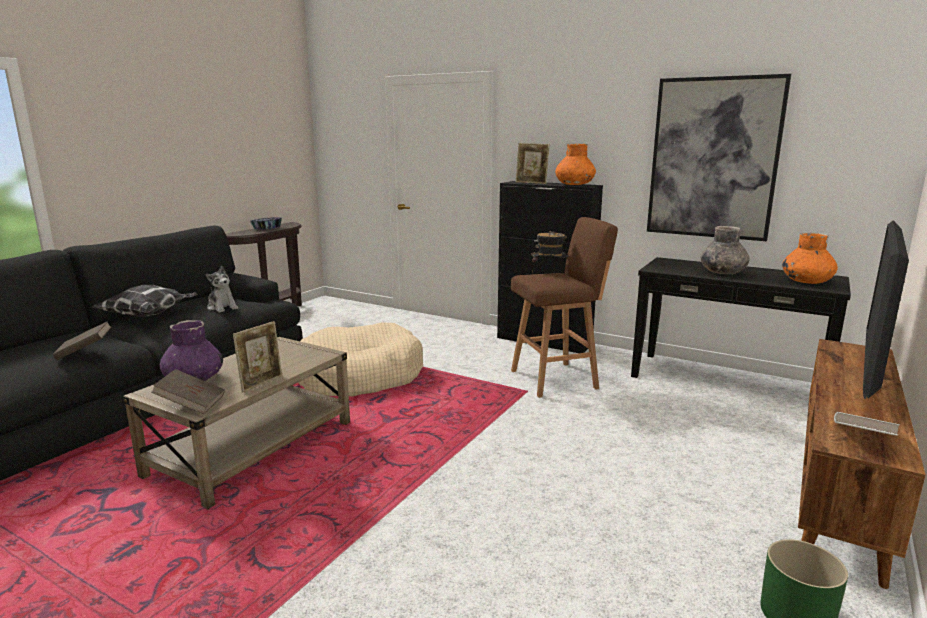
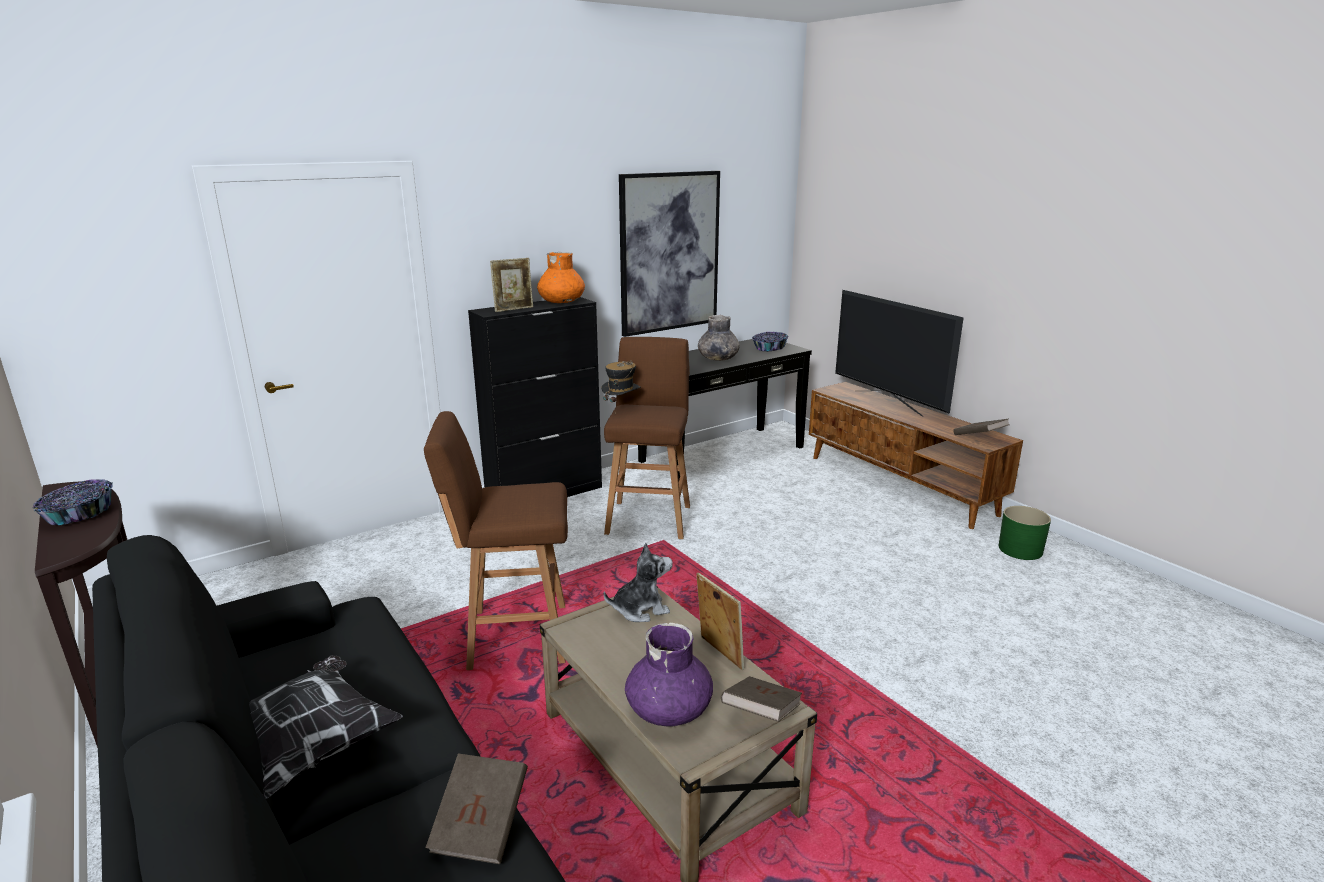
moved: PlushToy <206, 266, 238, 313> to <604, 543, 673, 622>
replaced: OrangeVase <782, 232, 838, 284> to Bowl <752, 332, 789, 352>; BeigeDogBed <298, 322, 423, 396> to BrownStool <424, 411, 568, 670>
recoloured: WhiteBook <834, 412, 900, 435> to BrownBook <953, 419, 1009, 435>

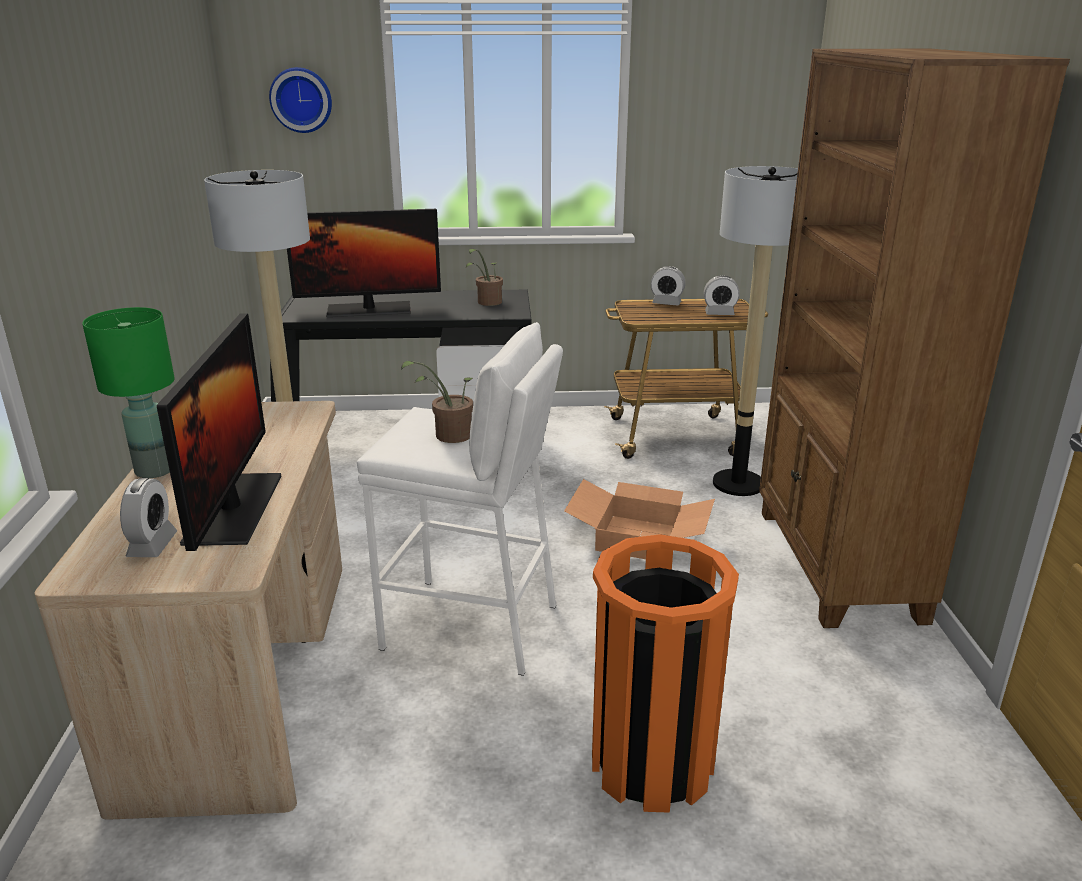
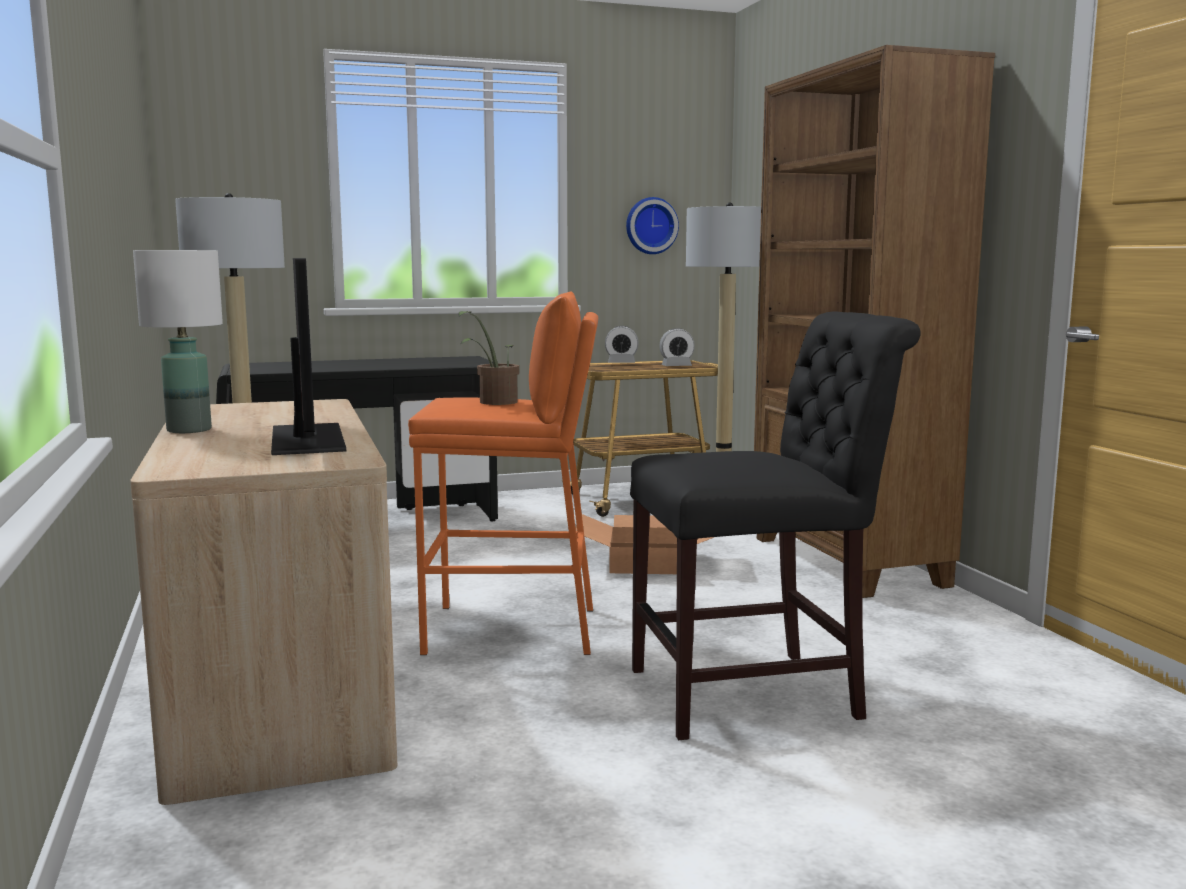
removed: Monitor <287, 209, 441, 317>; PottedPlant <466, 249, 503, 306>; AlarmClock <120, 478, 177, 557>
moved: WallClock <269, 67, 332, 133> to <626, 197, 679, 254>
replaced: OrangeTrashCan <592, 534, 739, 813> to BlackChair <630, 311, 921, 740>
recoloured: GreenTableLamp <82, 307, 175, 478> to WhiteTableLamp <133, 250, 223, 433>; WhiteStool <357, 322, 563, 676> to OrangeStool <408, 292, 598, 655>

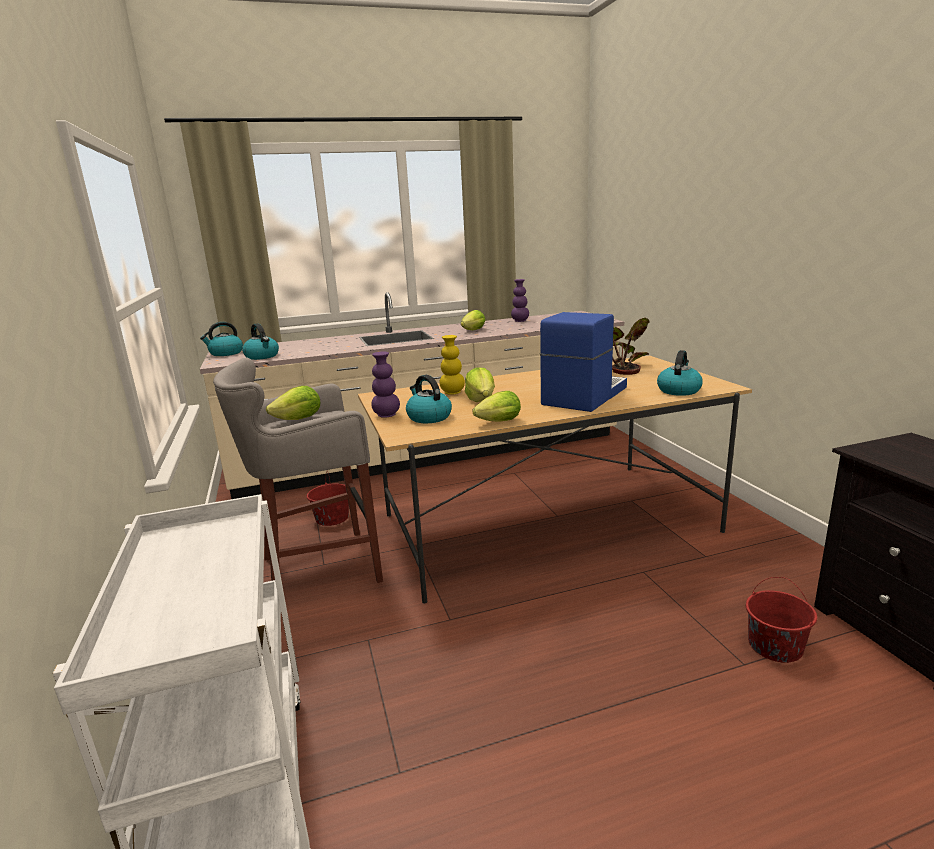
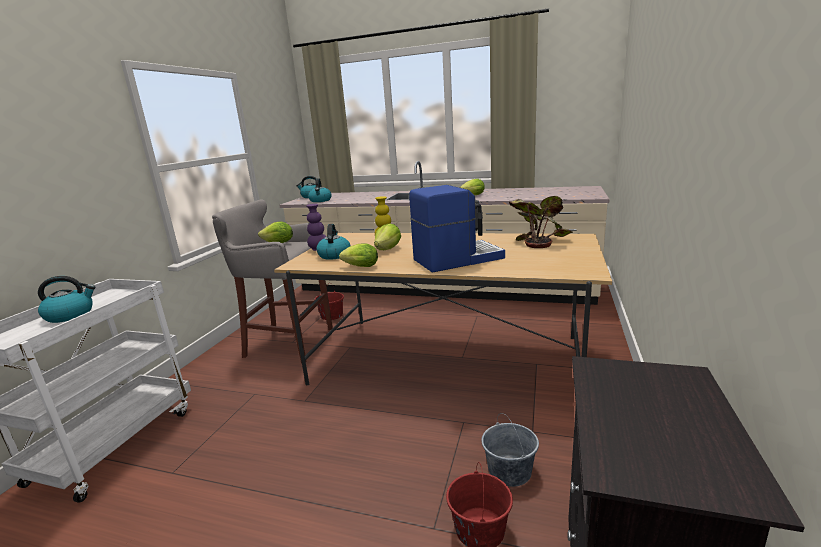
removed: PurpleVase <511, 279, 529, 322>
added: GreyBucket <481, 413, 539, 487>
moved: Kettle <657, 350, 703, 396> to <38, 276, 95, 323>

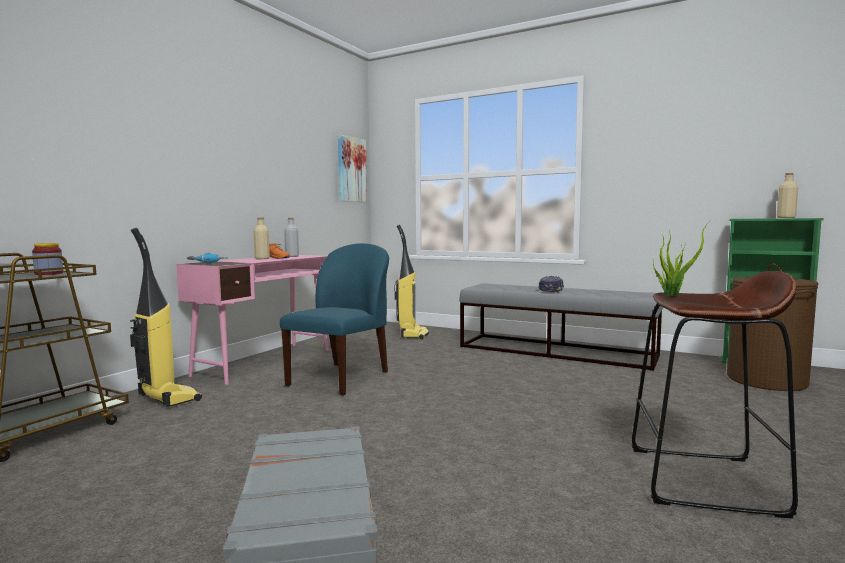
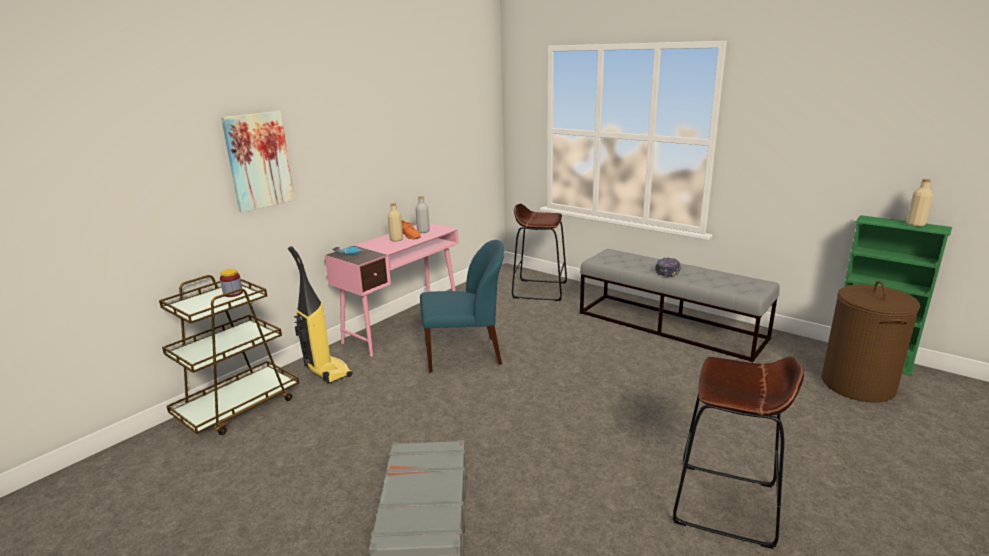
removed: PottedPlant <653, 219, 712, 296>
moved: Picture <338, 134, 367, 202> to <221, 111, 295, 213>
replaced: VacuumCleaner <394, 225, 429, 339> to BrownStool <512, 204, 567, 301>
turned: BlueChair <280, 243, 389, 396> = <420, 240, 504, 373> 45 degrees clockwise

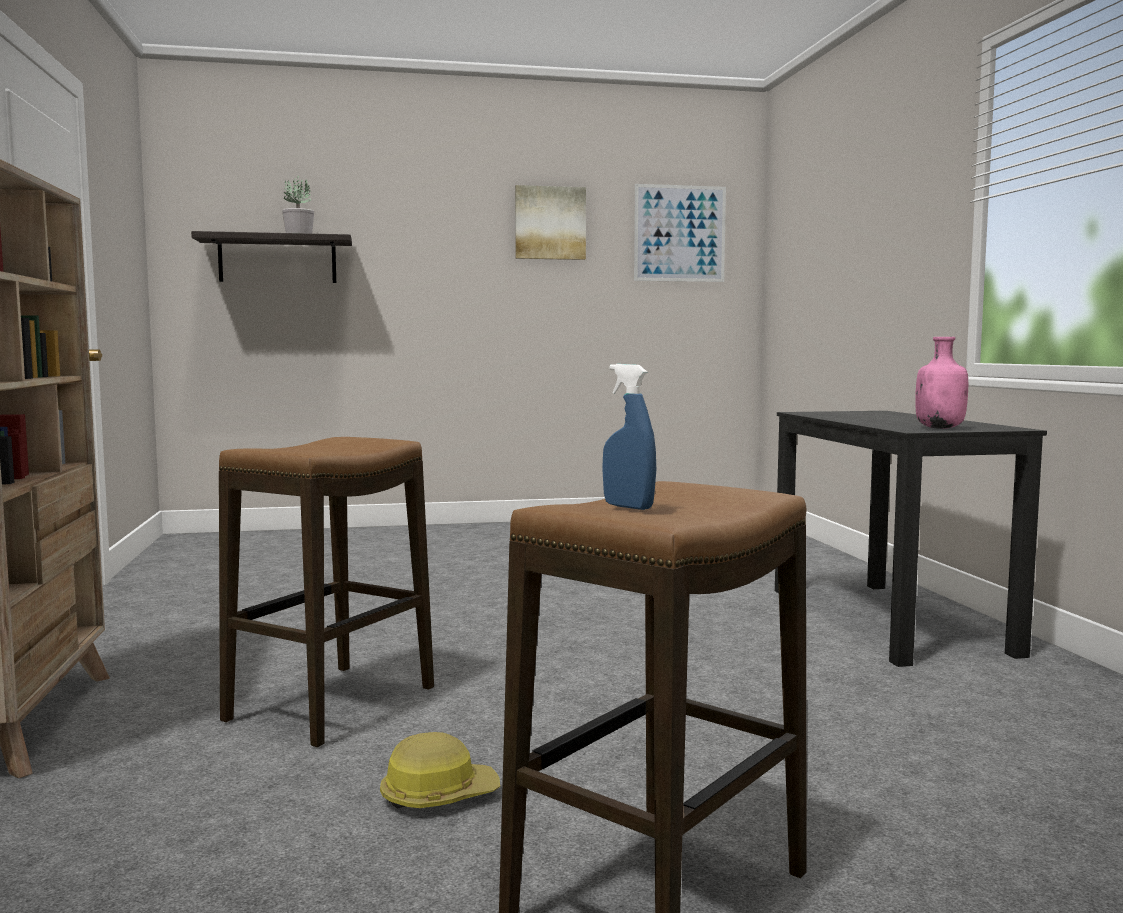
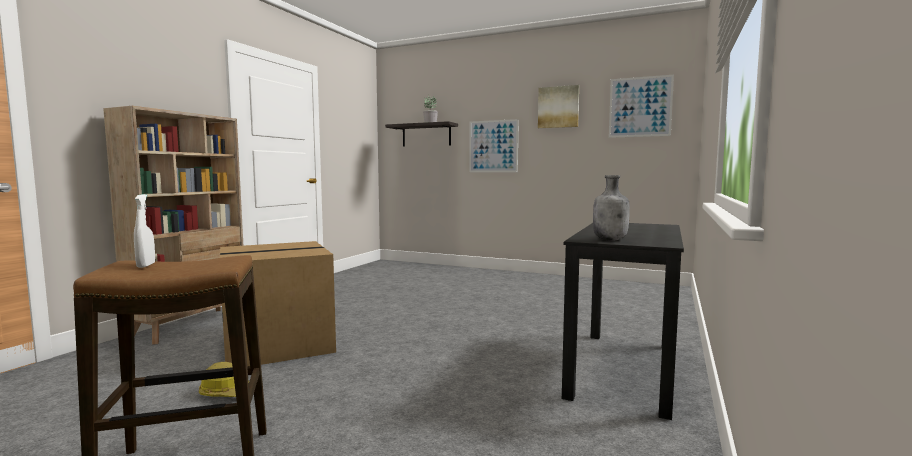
added: Picture <469, 119, 519, 172>
replaced: Stool <219, 437, 434, 748> to CardboardBox <220, 241, 336, 366>
recoloured: PinkBottle <915, 337, 968, 429> to GreyBottle <593, 175, 630, 241>; BlueSprayBottle <602, 364, 656, 510> to WhiteSprayBottle <134, 194, 155, 268>

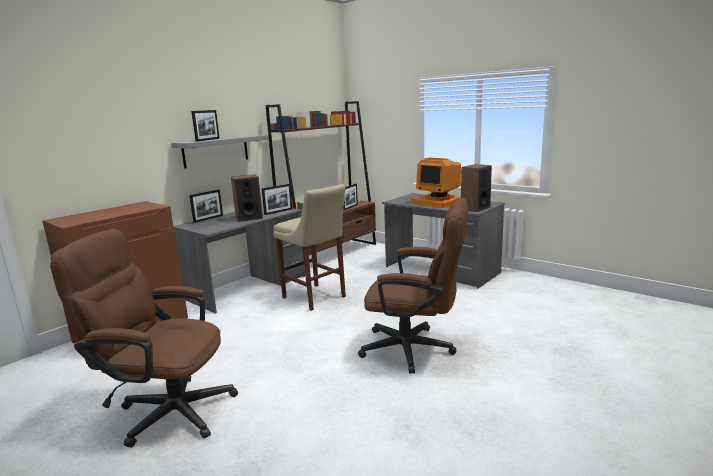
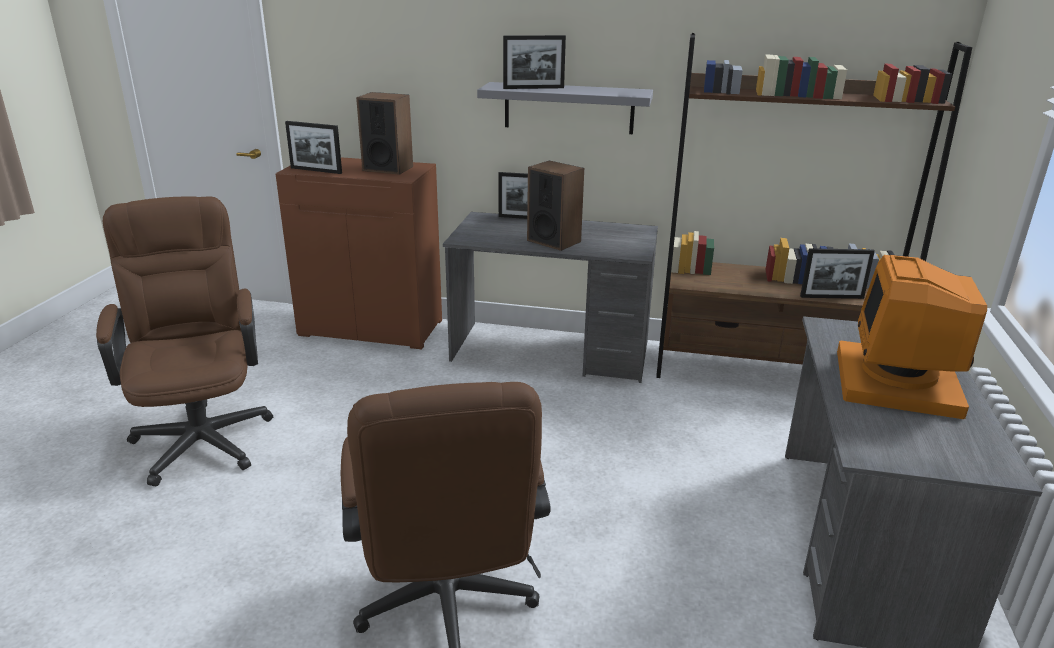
removed: BeigeStool <273, 184, 346, 311>
moved: Speaker <461, 164, 492, 212> to <356, 92, 413, 175>; PictureFrame <262, 184, 293, 215> to <285, 121, 342, 174>

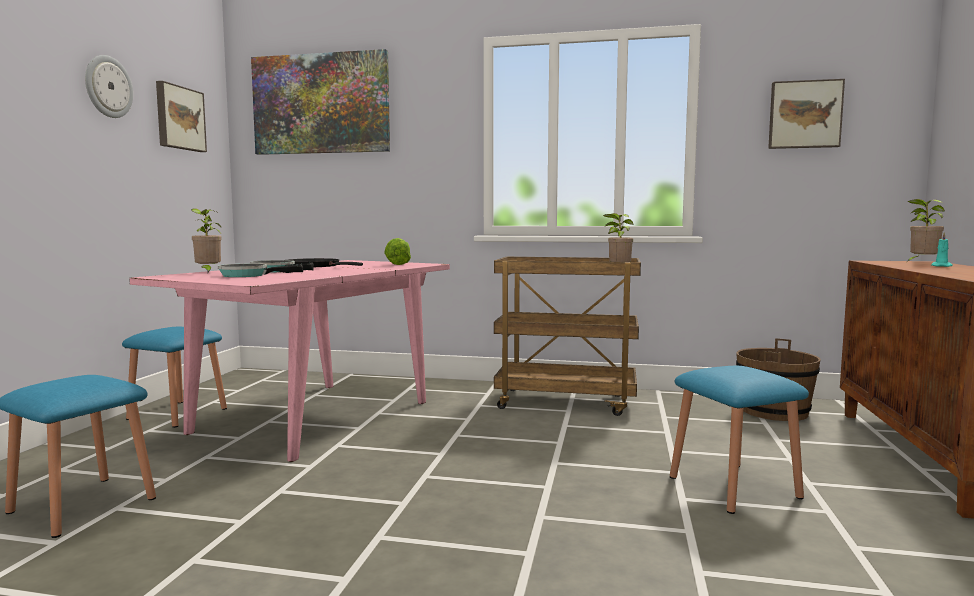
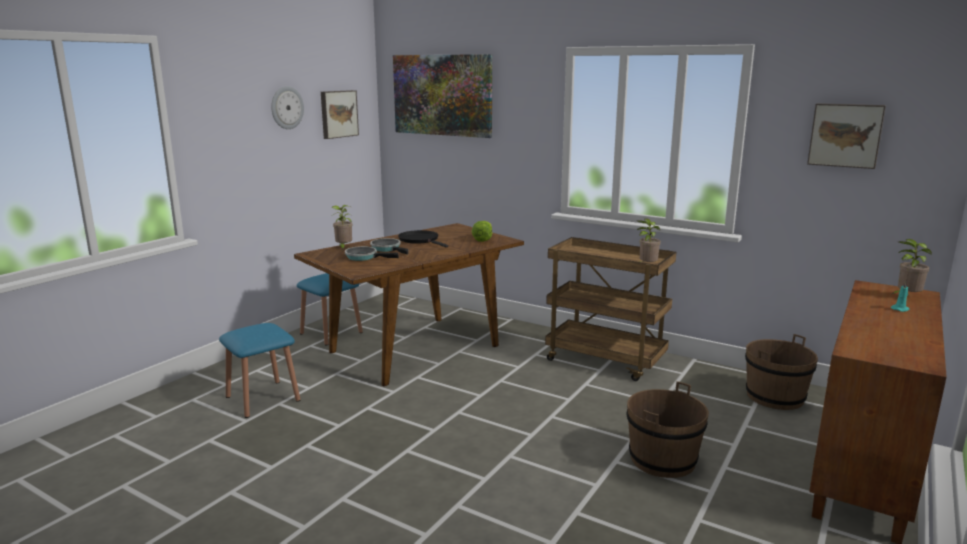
replaced: BlueStool <670, 366, 809, 514> to BrownBucket <626, 381, 709, 478>
recoloured: PinkDiningTable <129, 260, 450, 462> to BrownDiningTable <294, 223, 524, 386>

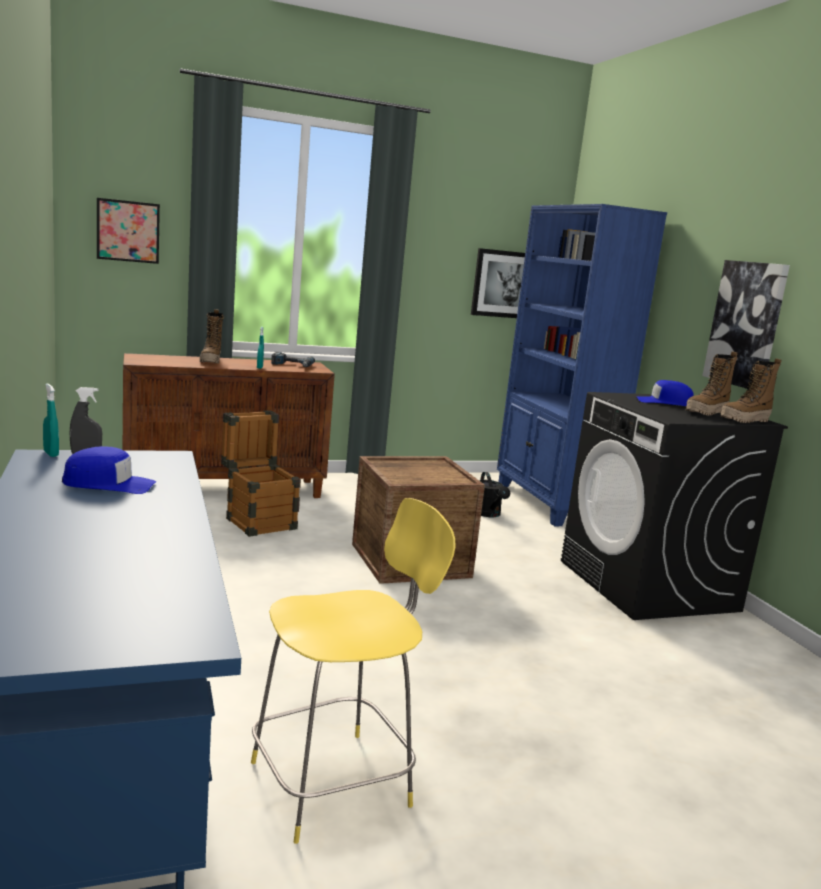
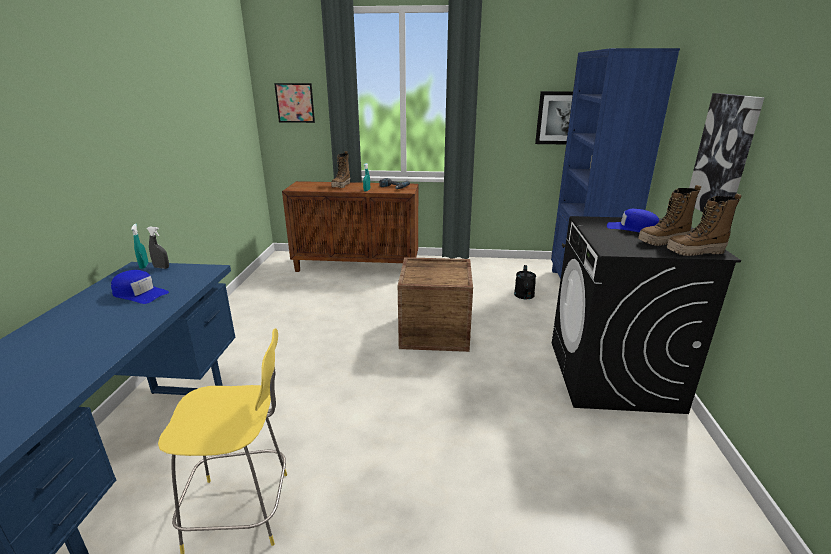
removed: Crate <221, 410, 301, 537>

